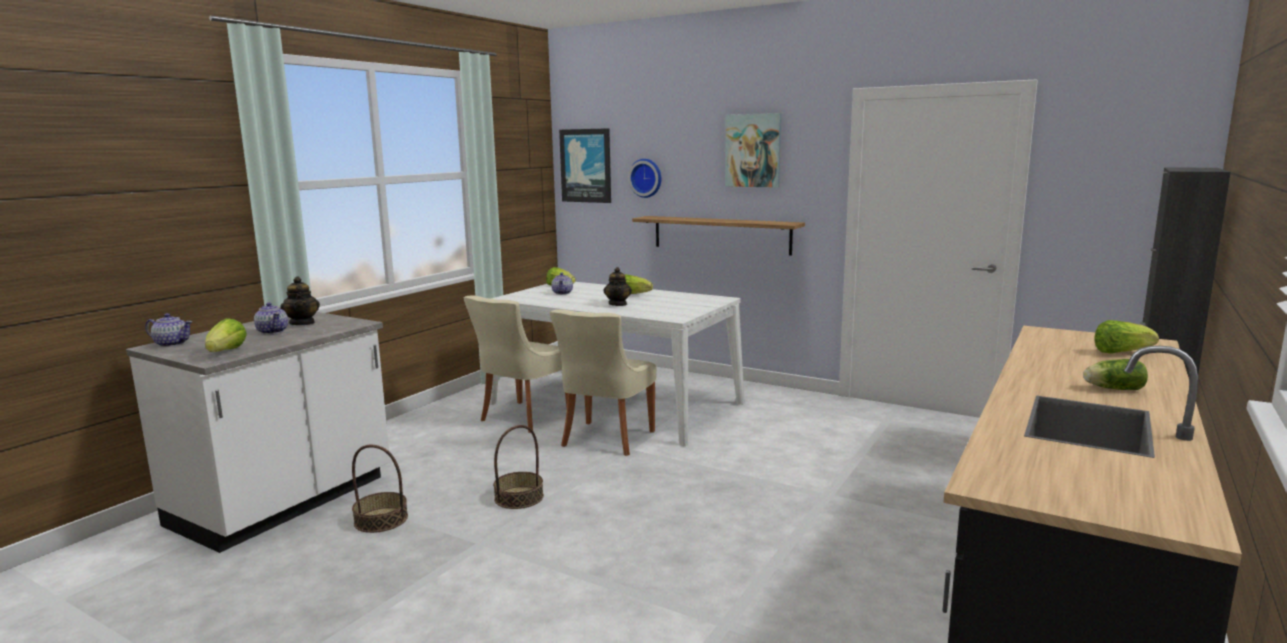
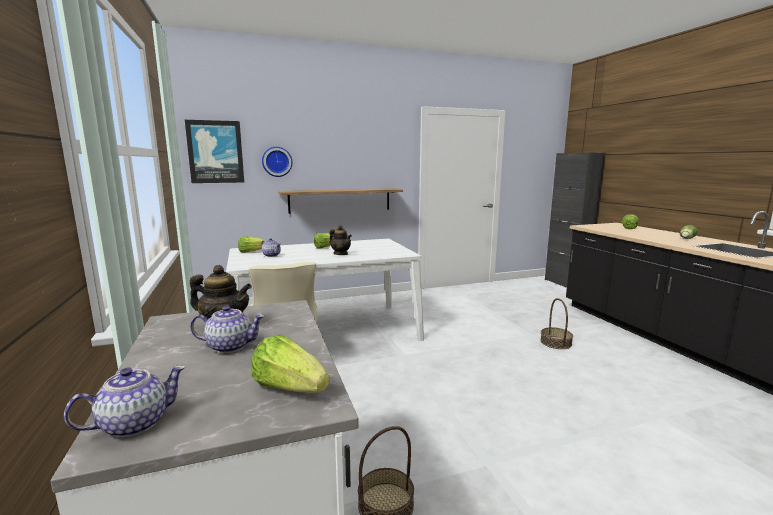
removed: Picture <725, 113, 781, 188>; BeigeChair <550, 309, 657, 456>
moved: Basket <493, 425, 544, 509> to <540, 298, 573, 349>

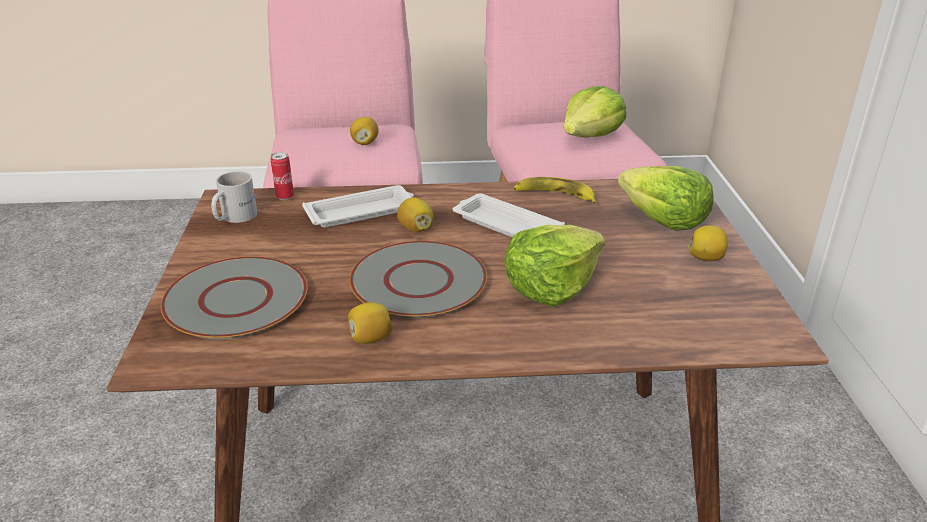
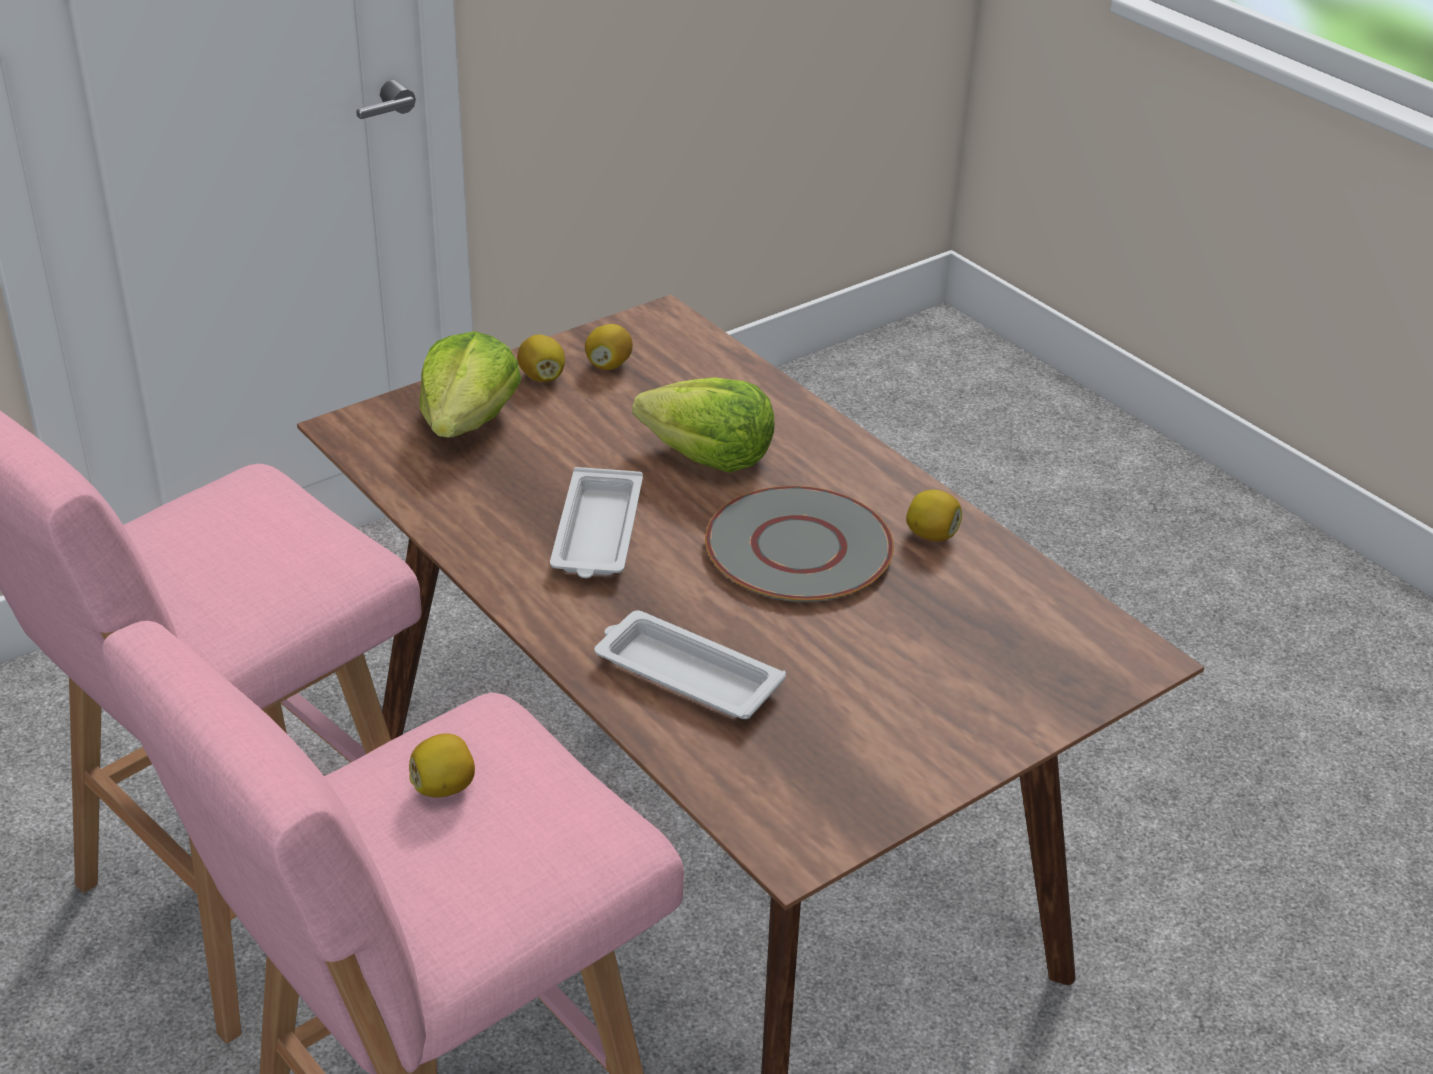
removed: Lettuce <564, 86, 626, 138>; Can <271, 152, 294, 200>; WhiteMug <211, 171, 257, 223>; Banana <513, 177, 597, 204>; GreyPlate <161, 257, 308, 339>
moved: Lemon <397, 197, 433, 232> to <585, 324, 633, 370>

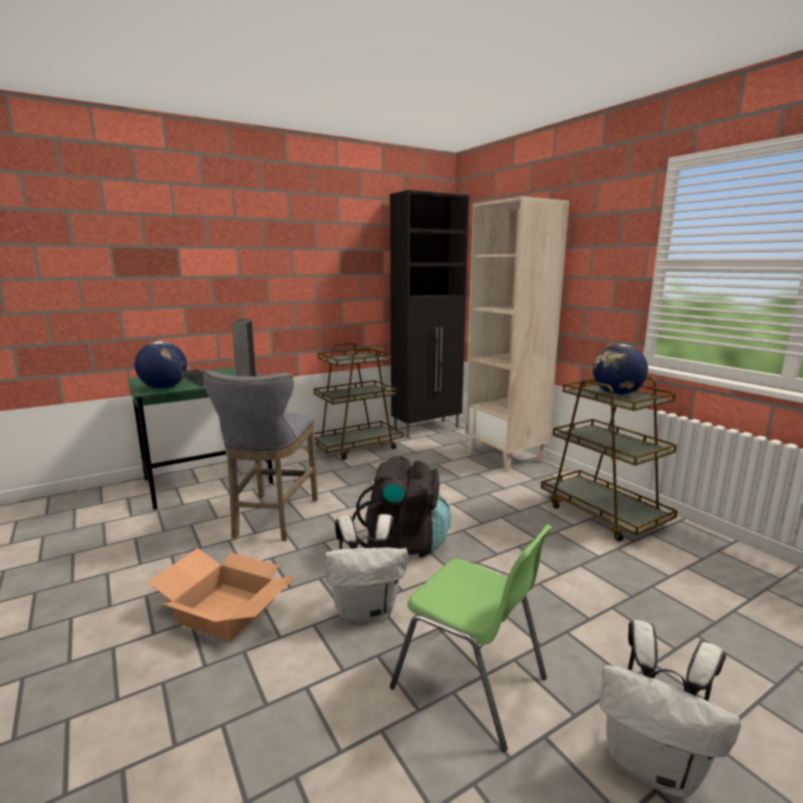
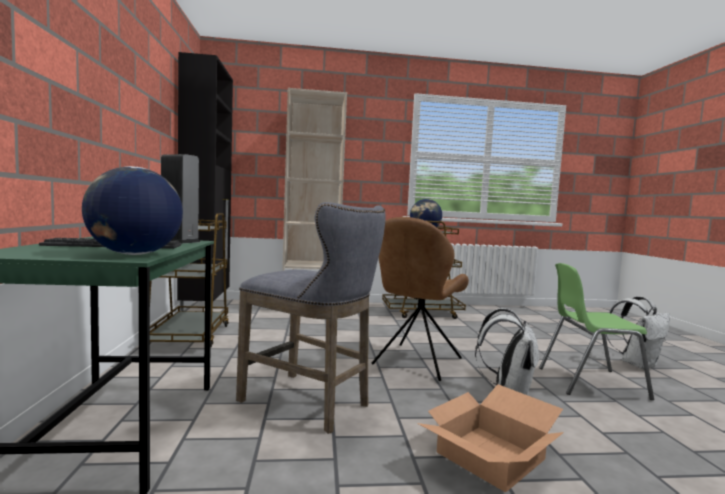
replaced: BlackBackpack <352, 456, 451, 557> to BrownChair <372, 217, 469, 381>
turned: GreenChair <390, 525, 552, 752> = <539, 263, 654, 400> 150 degrees counterclockwise

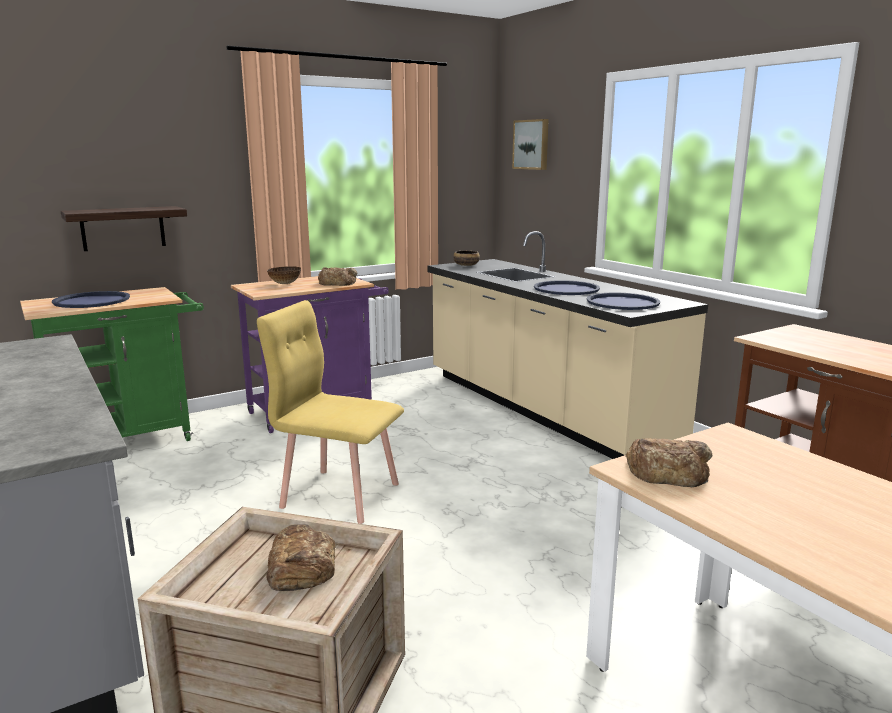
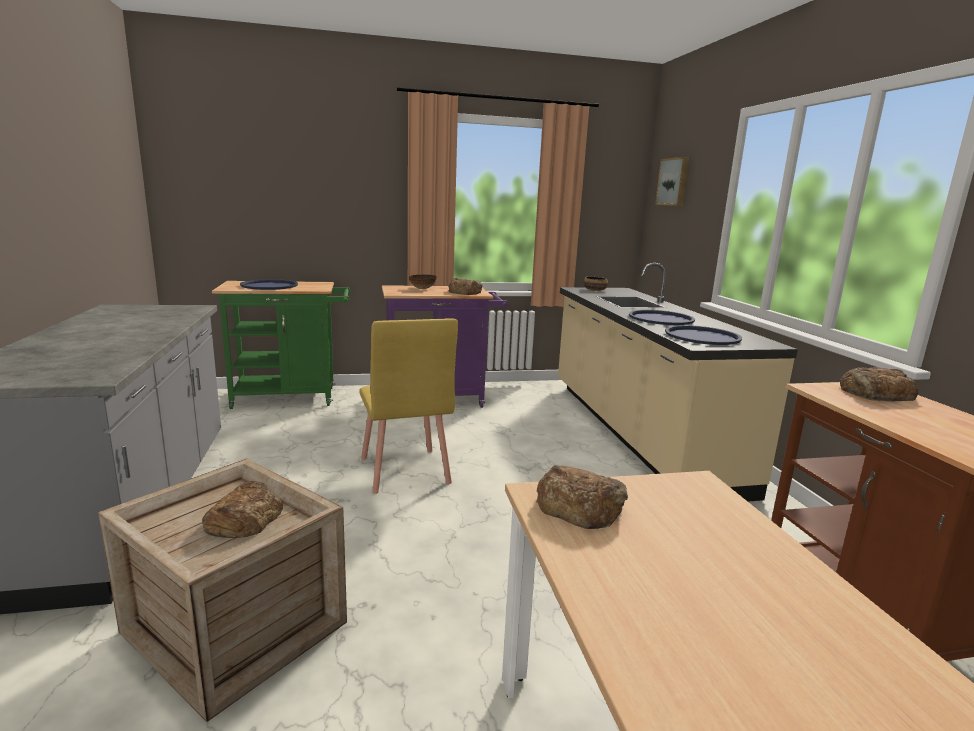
removed: Shelf <61, 206, 187, 251>
added: Bread <840, 367, 919, 401>
turned: YellowChair <257, 300, 404, 524> = <359, 318, 458, 494> 150 degrees counterclockwise

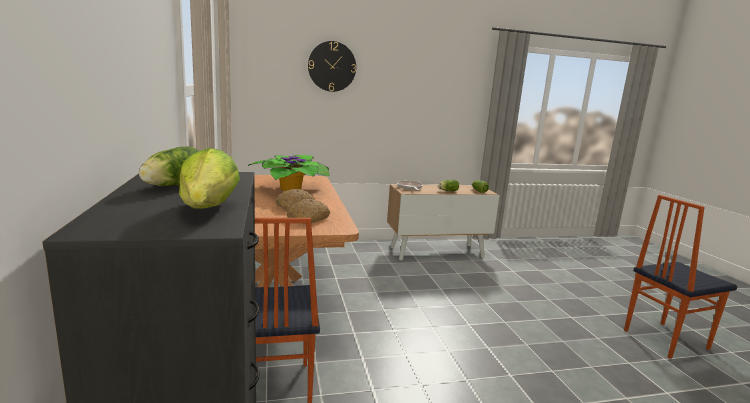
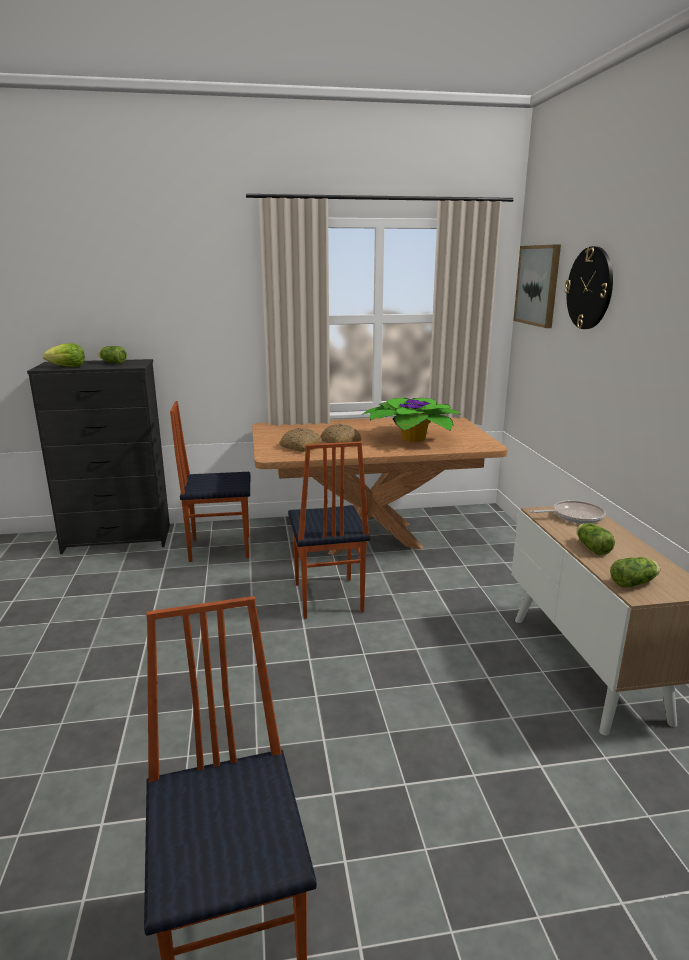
added: Picture <513, 244, 561, 328>; Chair <288, 441, 370, 619>

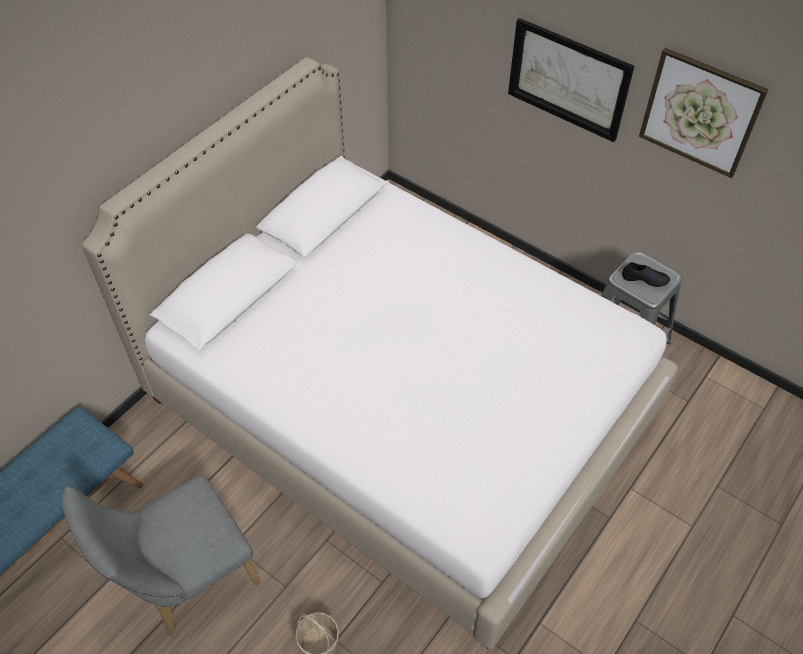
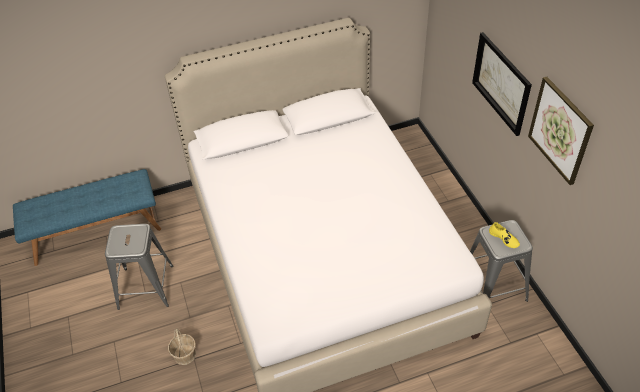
replaced: GreyChair <62, 475, 261, 636> to GreyStool <105, 224, 174, 310>
recoloured: BlackShoe <622, 262, 670, 287> to YellowShoe <489, 222, 520, 248>

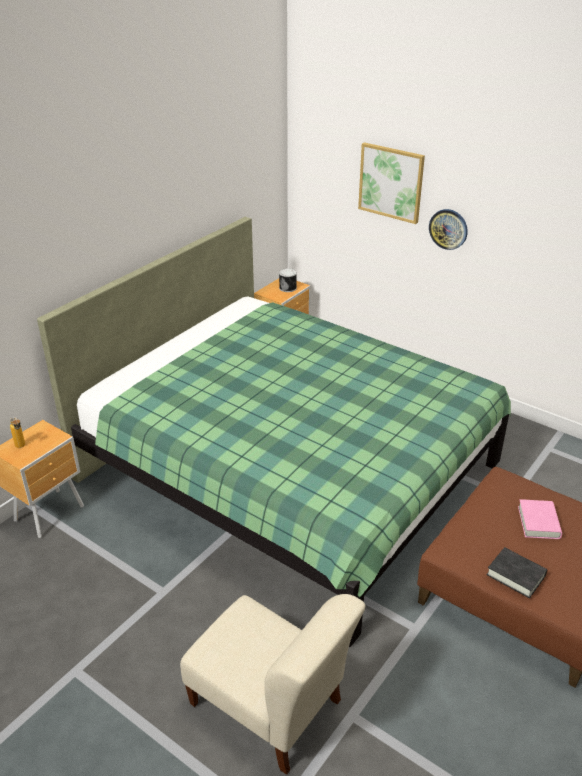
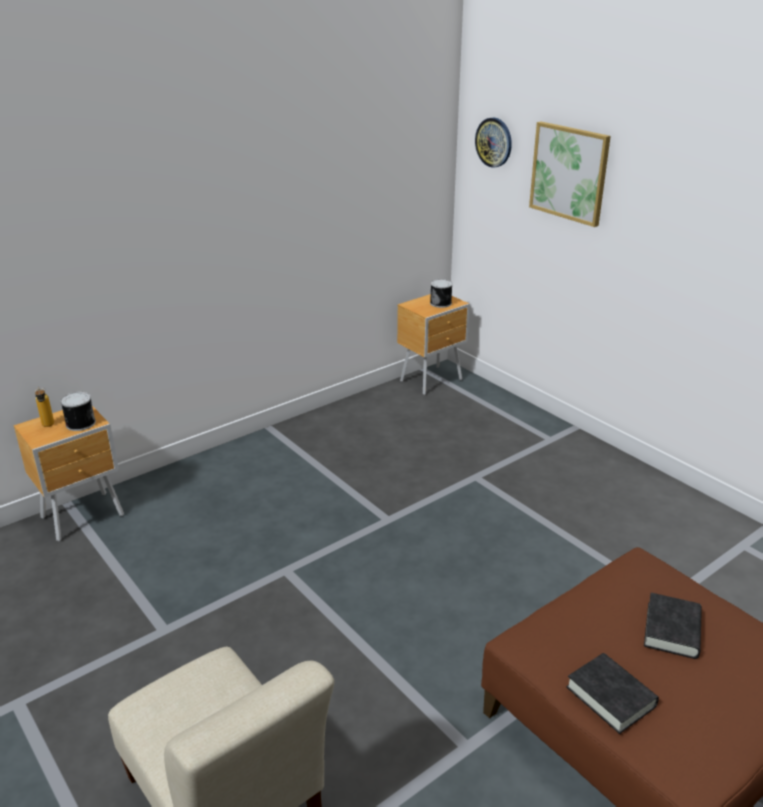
removed: GreenBed <37, 217, 511, 647>
added: Can <60, 392, 96, 431>
moved: WallClock <429, 209, 468, 250> to <475, 118, 512, 167>
recoloured: PinkBook <518, 499, 562, 539> to BlackBook <644, 593, 702, 659>

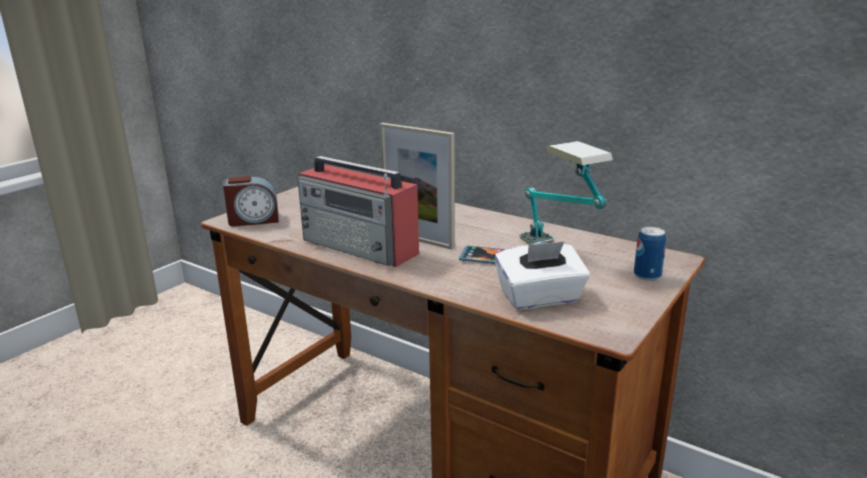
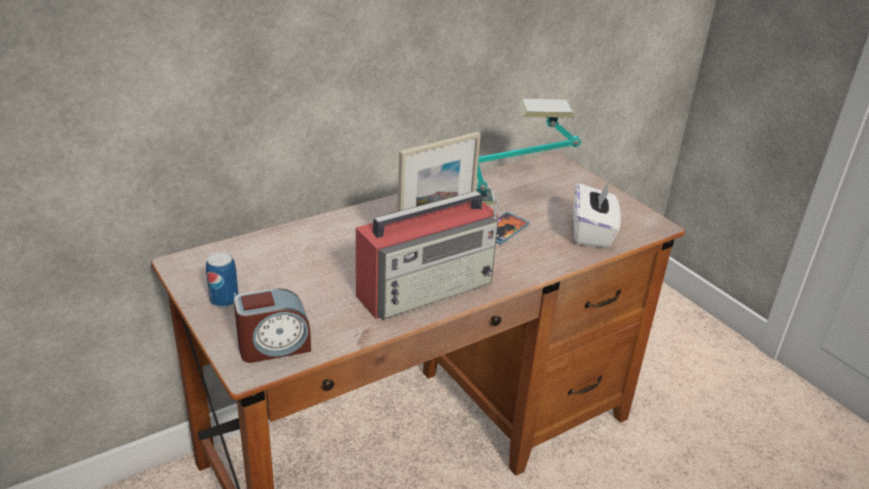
moved: Can <634, 227, 666, 281> to <206, 252, 238, 308>
turned: AlarmClock <223, 176, 279, 226> = <234, 288, 311, 363> 60 degrees clockwise

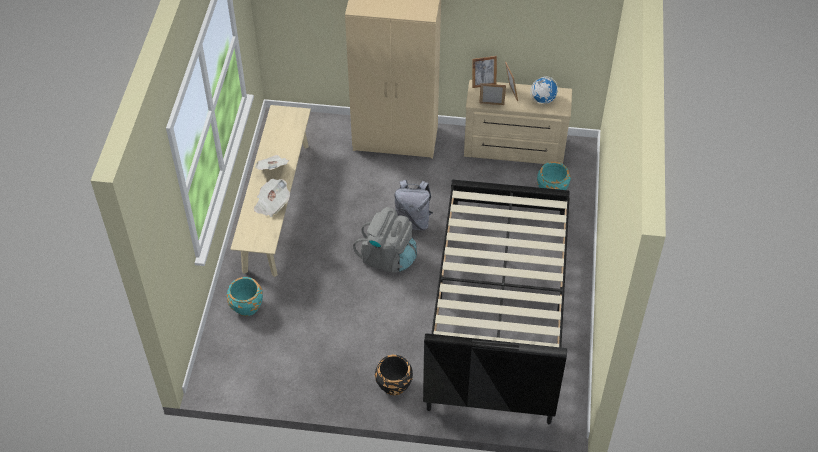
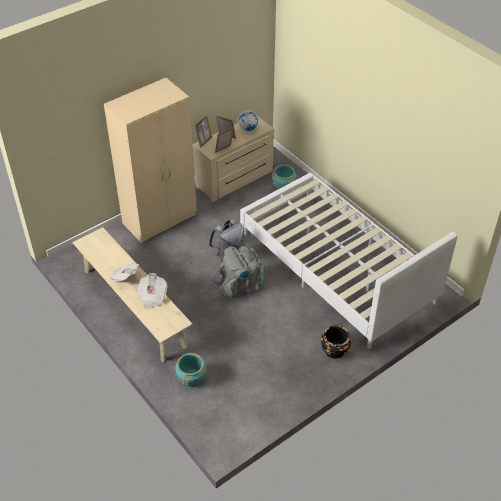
recoloured: BlackBed <423, 179, 570, 424> to WhiteBed <240, 173, 458, 349>

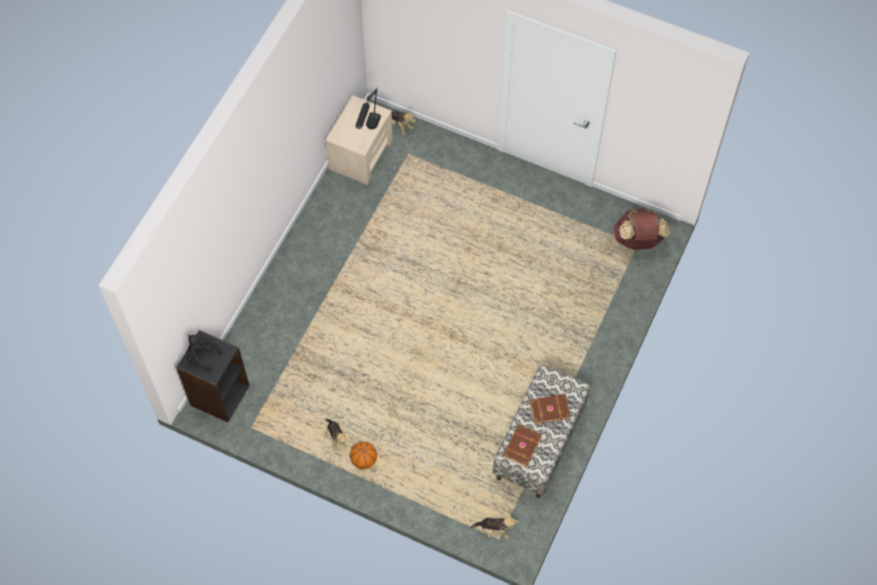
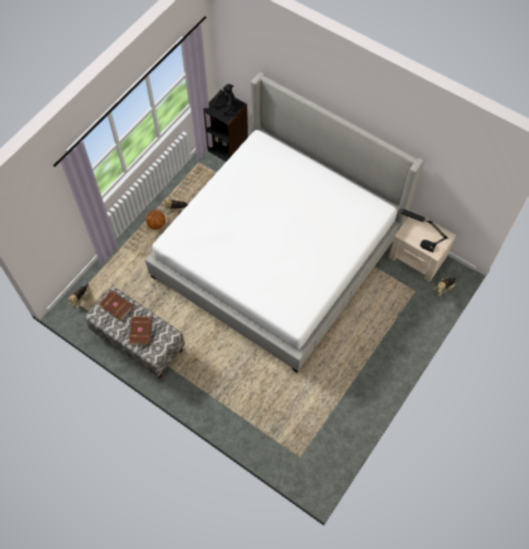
removed: BrownBackpack <613, 208, 670, 250>
added: Bed <145, 72, 424, 373>

